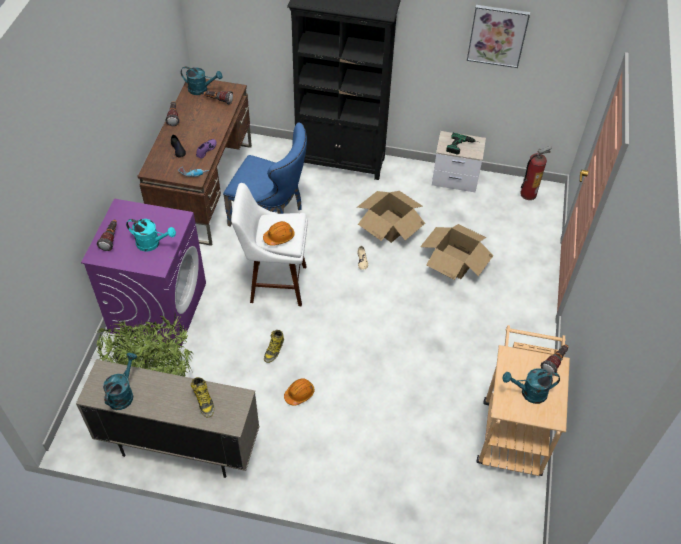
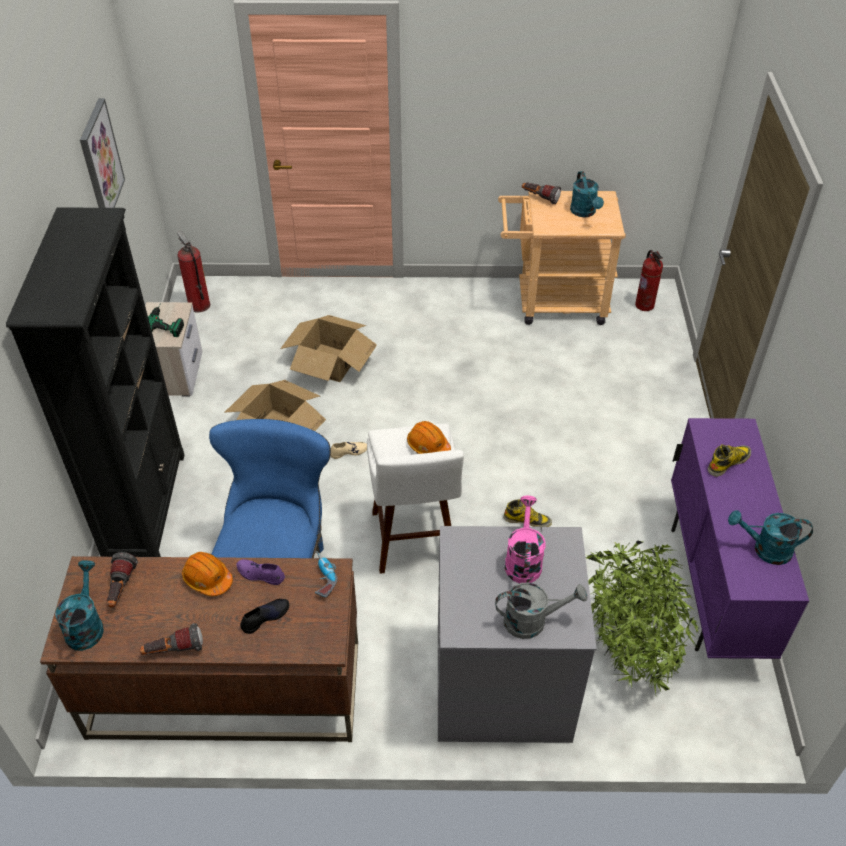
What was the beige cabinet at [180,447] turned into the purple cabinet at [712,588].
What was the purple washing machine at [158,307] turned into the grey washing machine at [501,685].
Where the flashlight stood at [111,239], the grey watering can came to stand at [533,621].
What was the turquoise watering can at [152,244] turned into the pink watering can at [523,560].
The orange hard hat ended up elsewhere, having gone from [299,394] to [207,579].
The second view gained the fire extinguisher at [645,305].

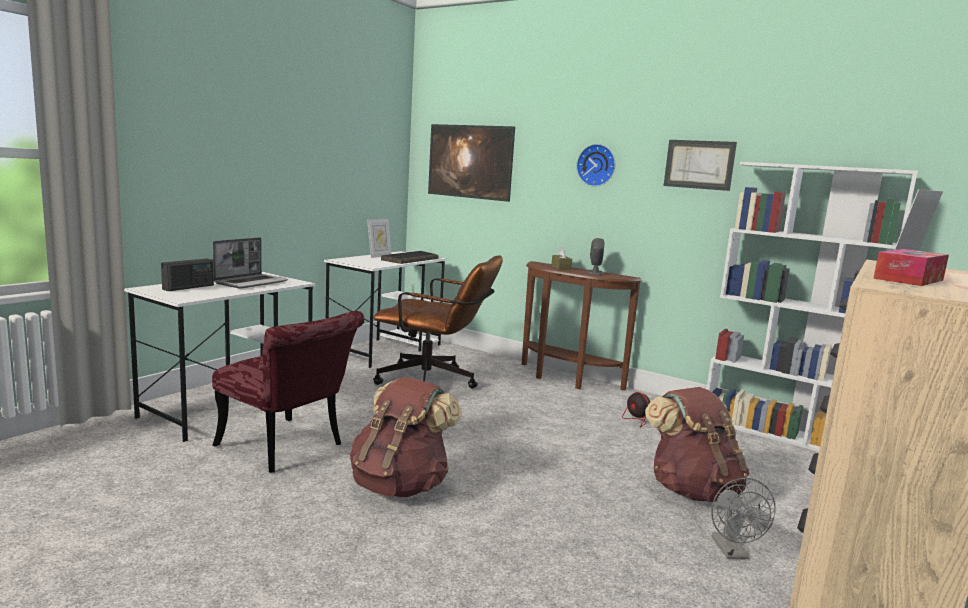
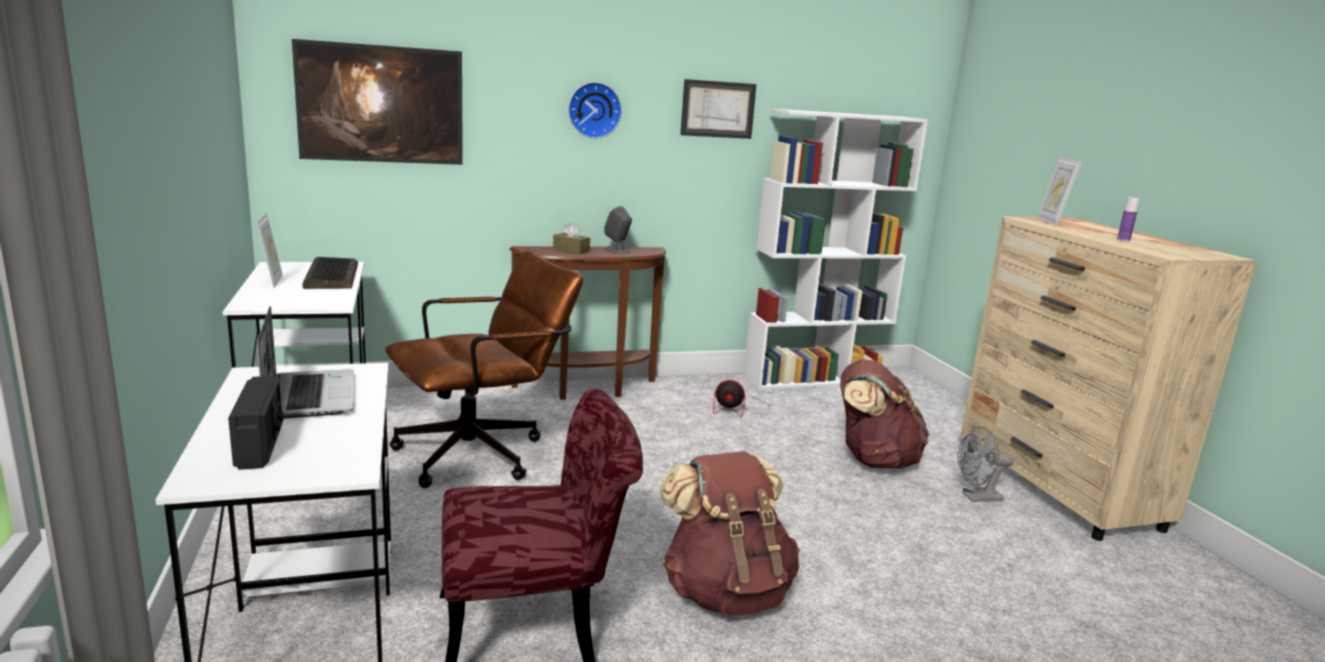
The grey fan at [732,552] ended up facing another way, 135 degrees clockwise from before.
Where the tissue box stood at [908,279], the bottle came to stand at [1123,240].

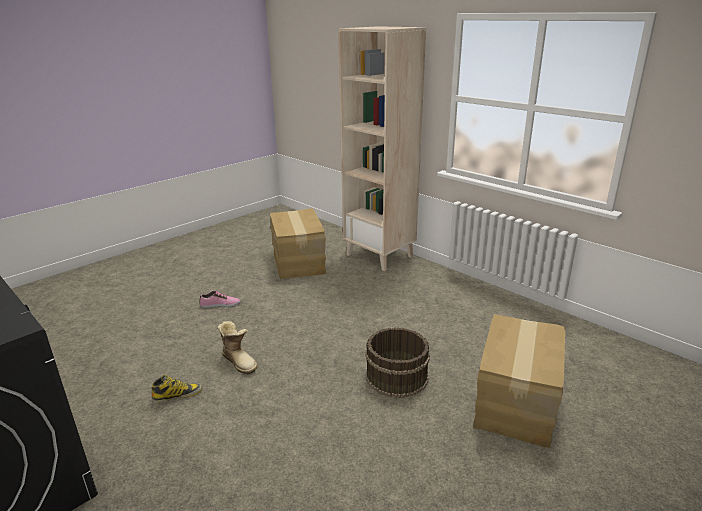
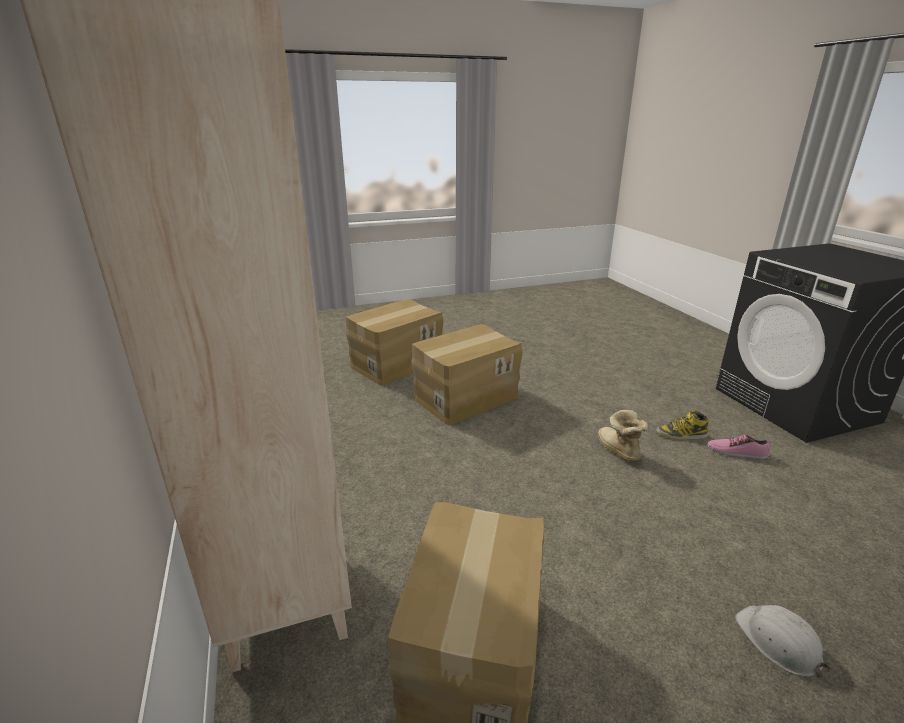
The shoe ended up elsewhere, having gone from [220,305] to [737,452].
Where the brown bucket stood at [396,377], the cardboard box came to stand at [465,398].
The second view gained the white hard hat at [778,642].

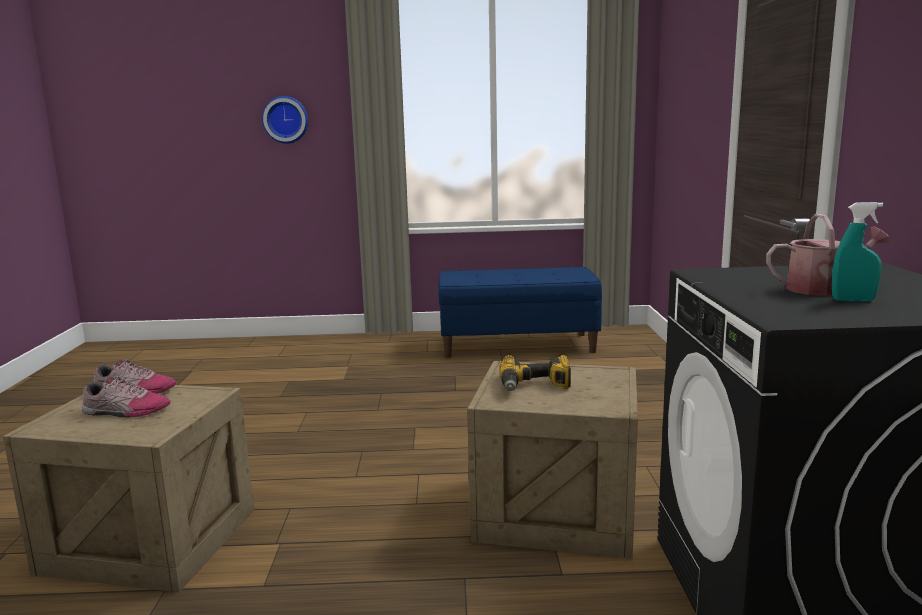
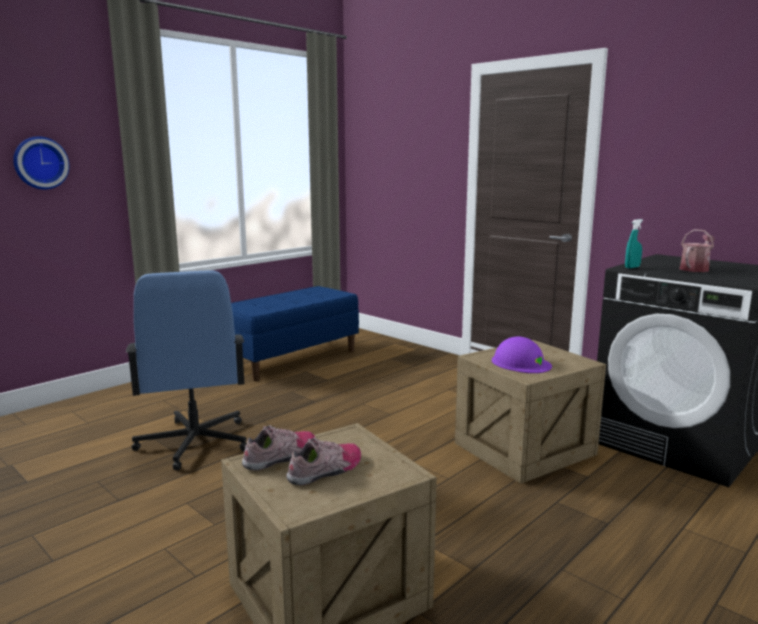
Where the power drill stood at [534,386], the purple hard hat came to stand at [520,363].
The turquoise spray bottle ended up elsewhere, having gone from [853,300] to [632,267].
The second view gained the blue office chair at [194,443].

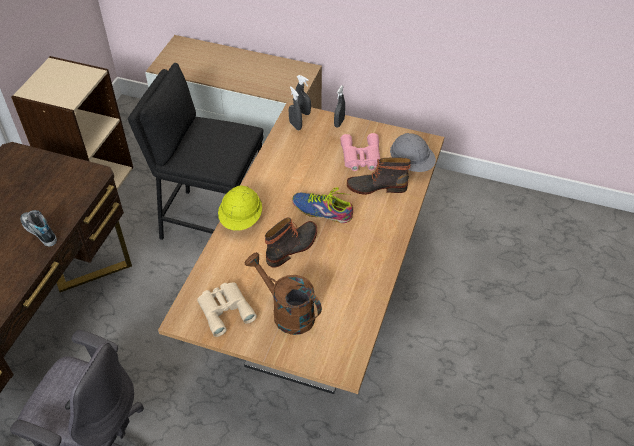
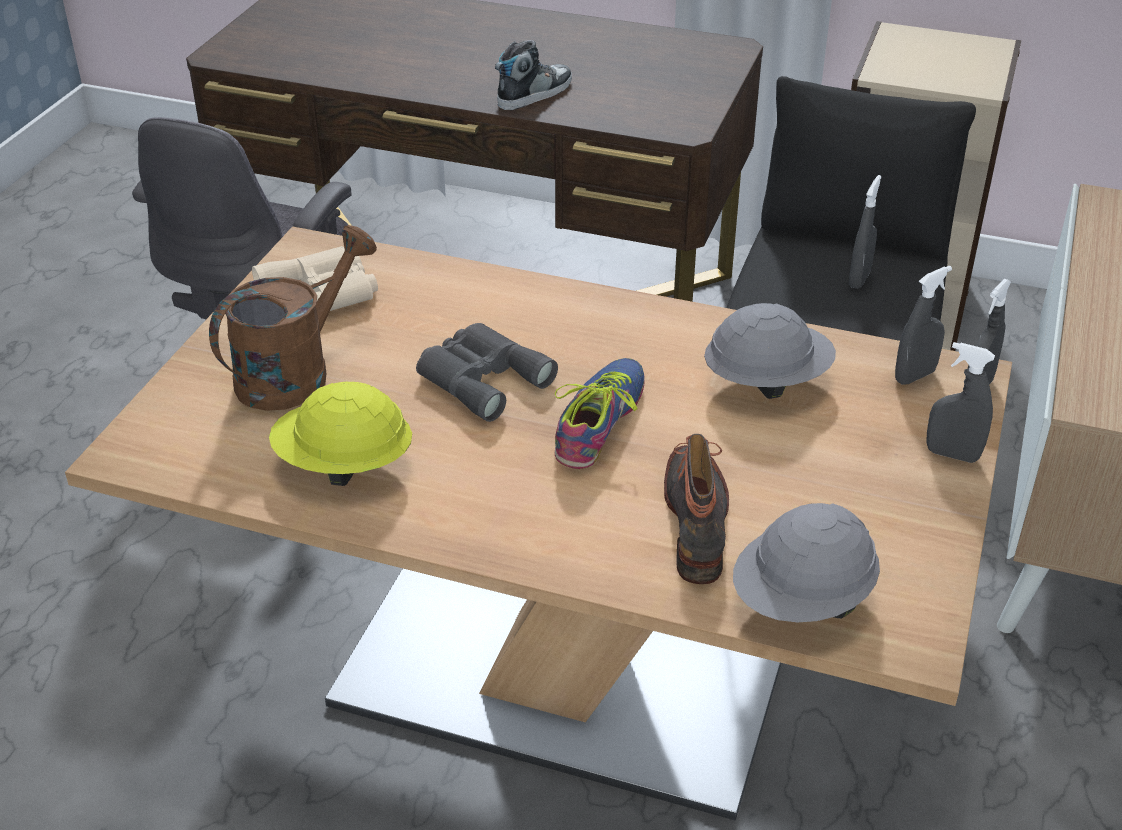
The yellow hard hat ended up elsewhere, having gone from [241,219] to [344,465].
Where the boot stood at [293,247], the grey binoculars came to stand at [480,377].
The second view lost the pink binoculars at [360,157].
The second view gained the grey hard hat at [766,381].
The second view gained the grey spray bottle at [859,279].

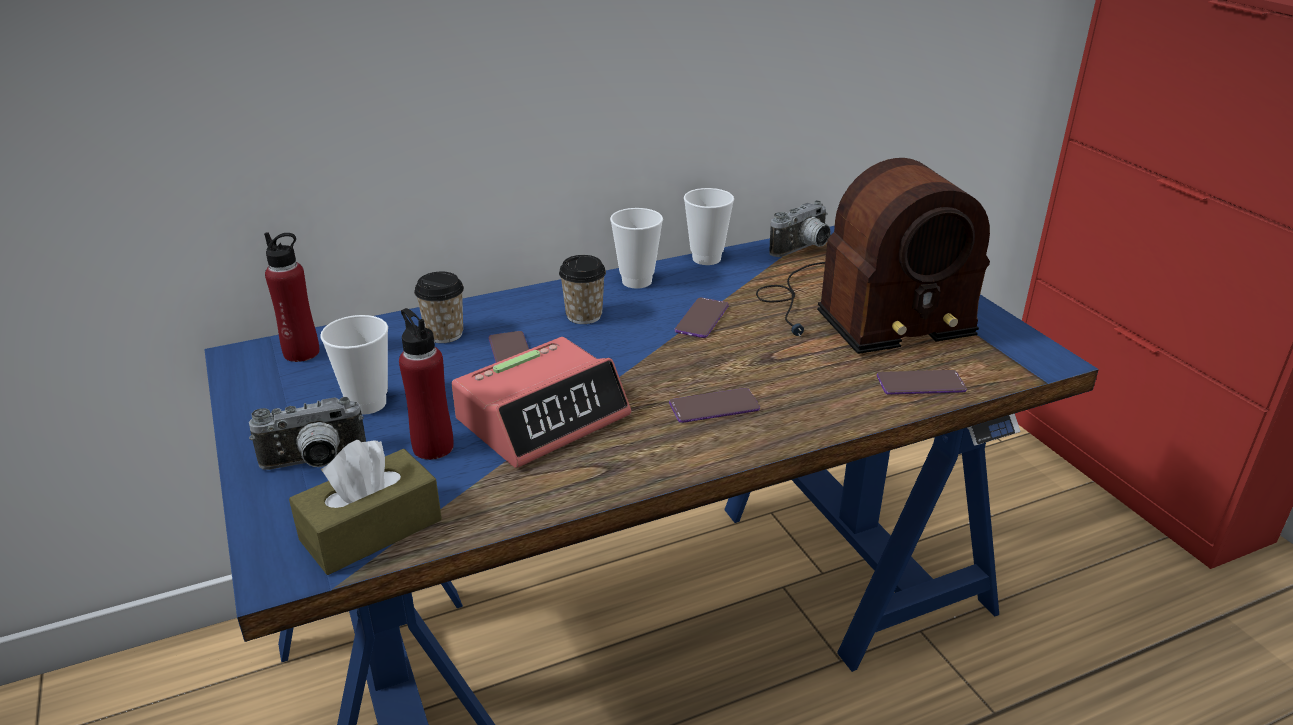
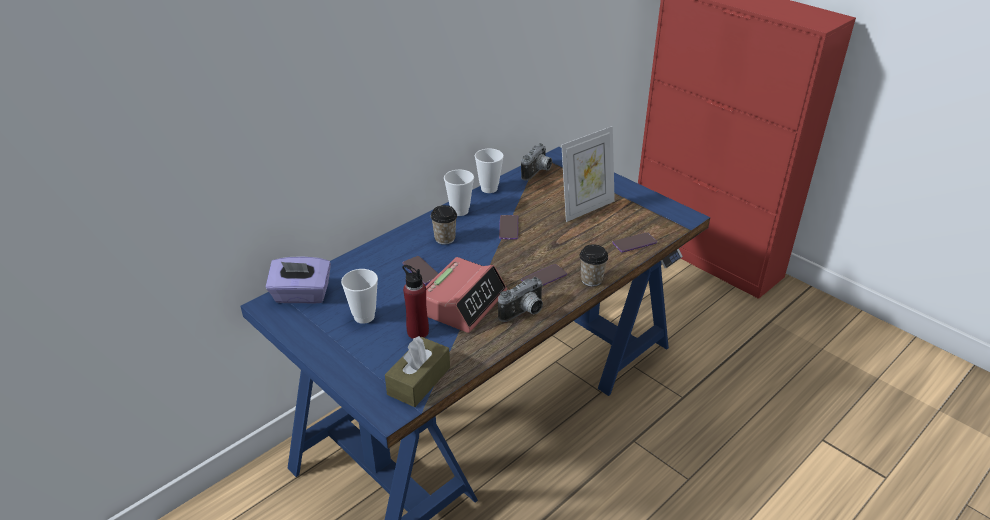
The photo camera ended up elsewhere, having gone from [314,463] to [524,313].
Where the red bottle stood at [301,353], the purple tissue box came to stand at [301,295].
The cup ended up elsewhere, having gone from [444,334] to [591,280].
Where the radio stood at [858,314], the picture frame came to stand at [586,208].

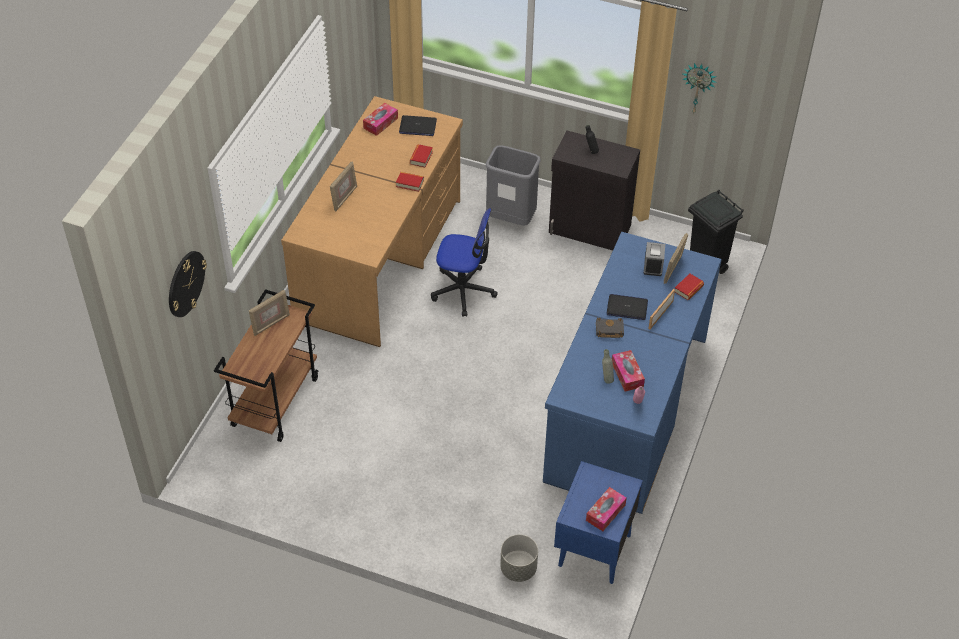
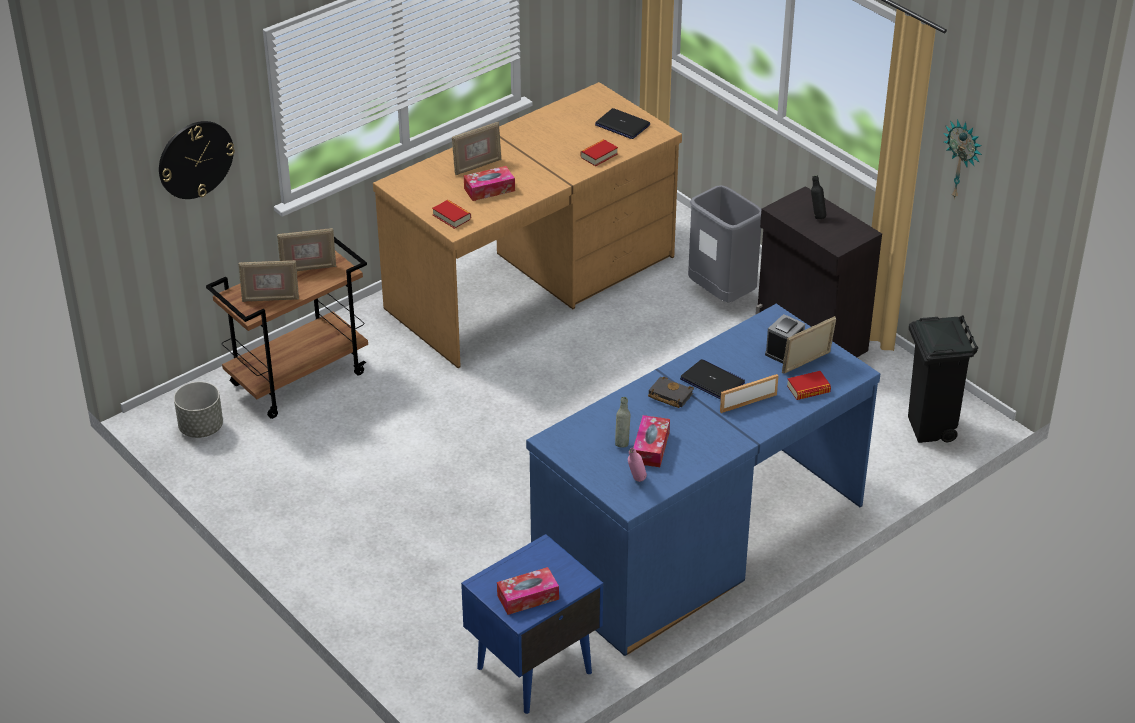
The tissue box ended up elsewhere, having gone from [380,123] to [489,189].
The book ended up elsewhere, having gone from [410,183] to [451,217].
The second view lost the office chair at [463,290].
The grey planter ended up elsewhere, having gone from [518,568] to [201,428].
The second view gained the picture frame at [270,299].

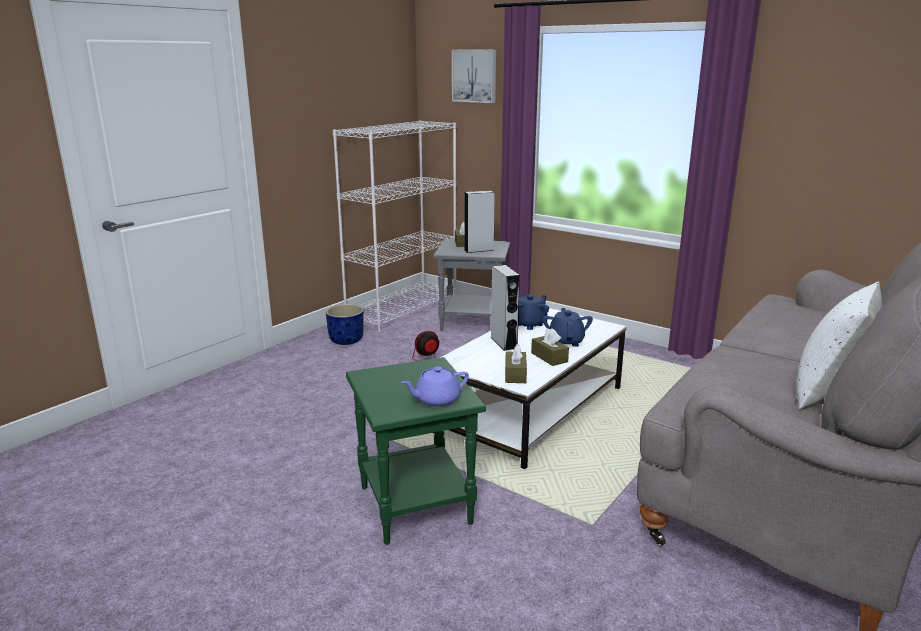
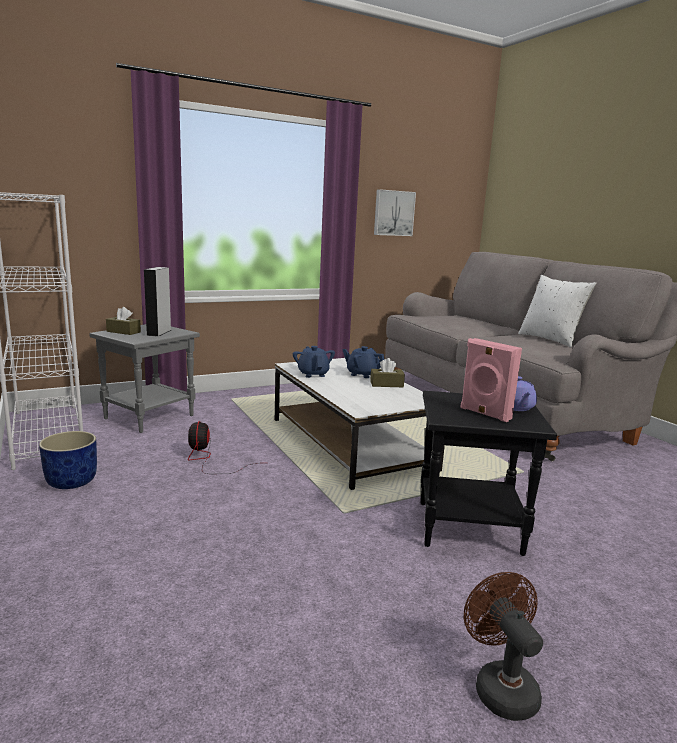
What was the green side table at [417,505] turned into the black side table at [470,526].
The picture ended up elsewhere, having gone from [475,76] to [393,213].
The second view lost the grey speaker at [503,343].
The second view lost the brown tissue box at [515,374].
The second view gained the pink speaker at [484,414].
The second view gained the brown fan at [500,686].

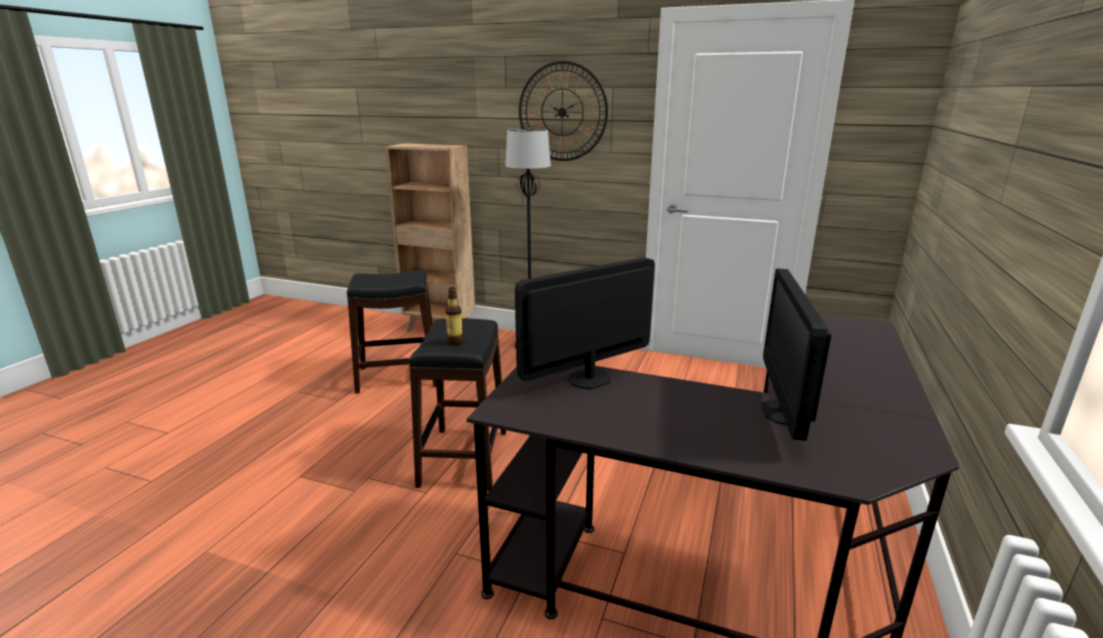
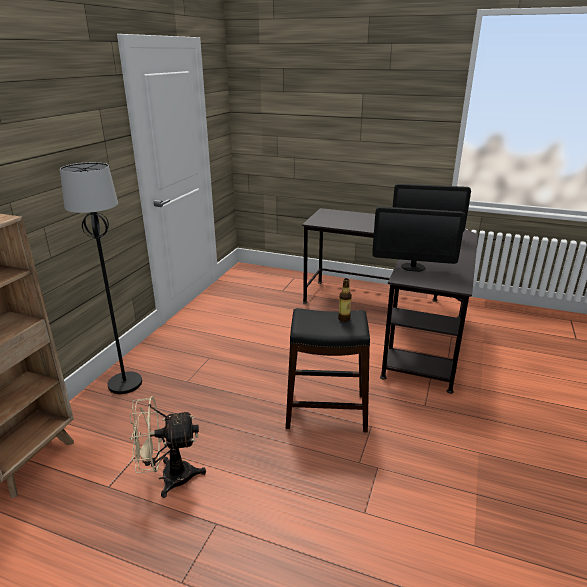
Where the black stool stood at [398,377], the beige fan came to stand at [168,477].
The monitor at [589,379] ended up facing another way, 45 degrees counterclockwise from before.
The second view lost the wall clock at [562,112].

